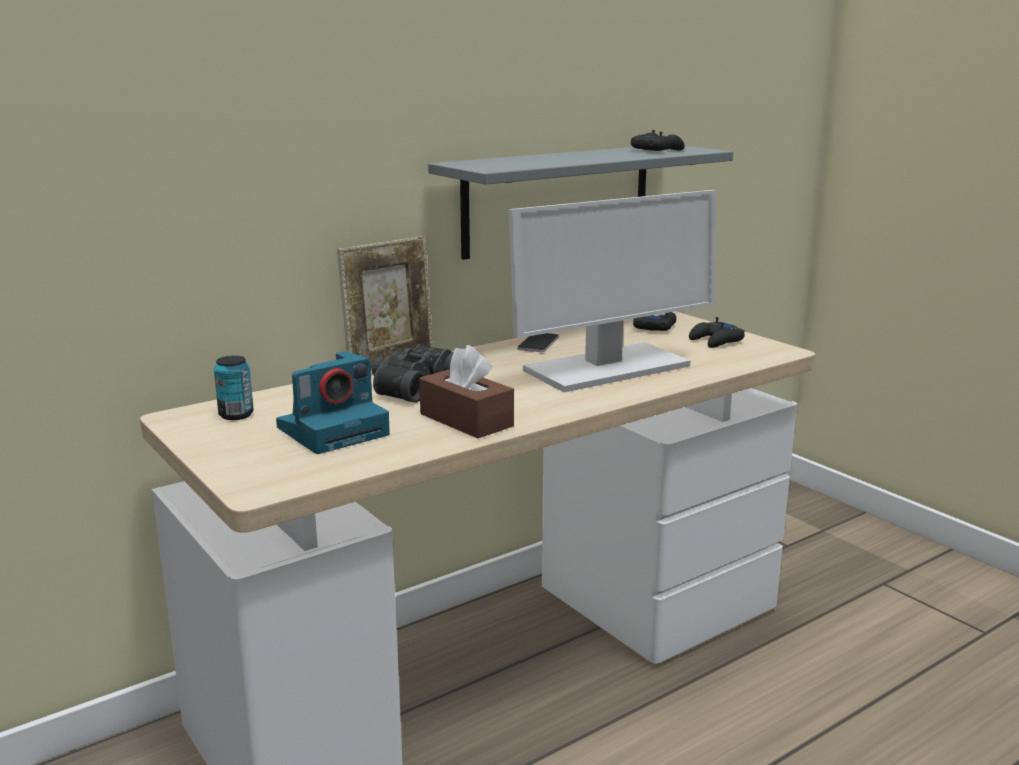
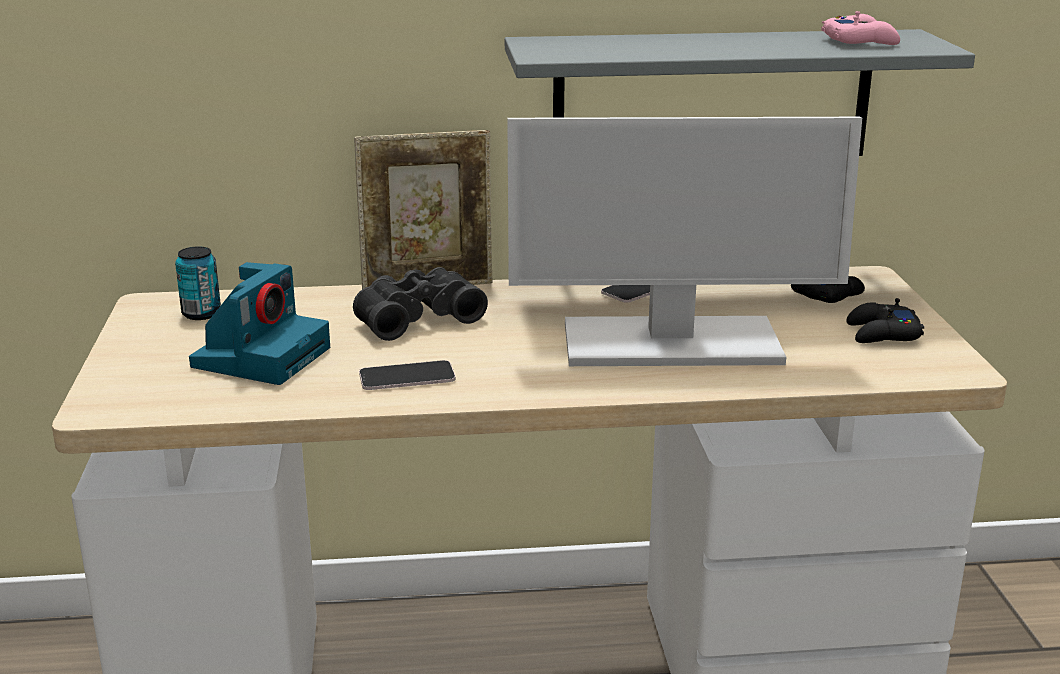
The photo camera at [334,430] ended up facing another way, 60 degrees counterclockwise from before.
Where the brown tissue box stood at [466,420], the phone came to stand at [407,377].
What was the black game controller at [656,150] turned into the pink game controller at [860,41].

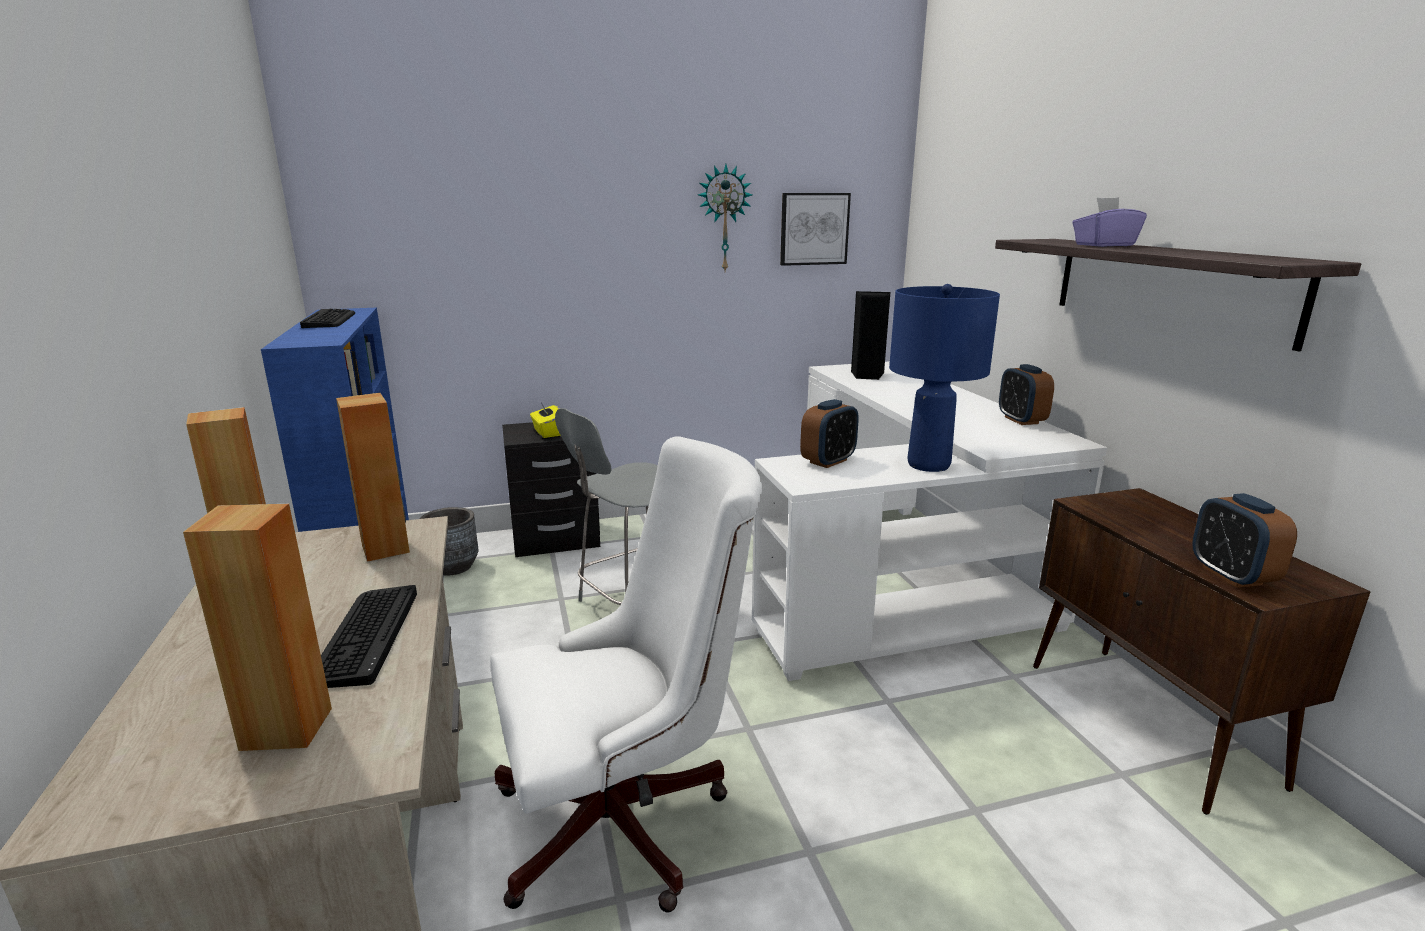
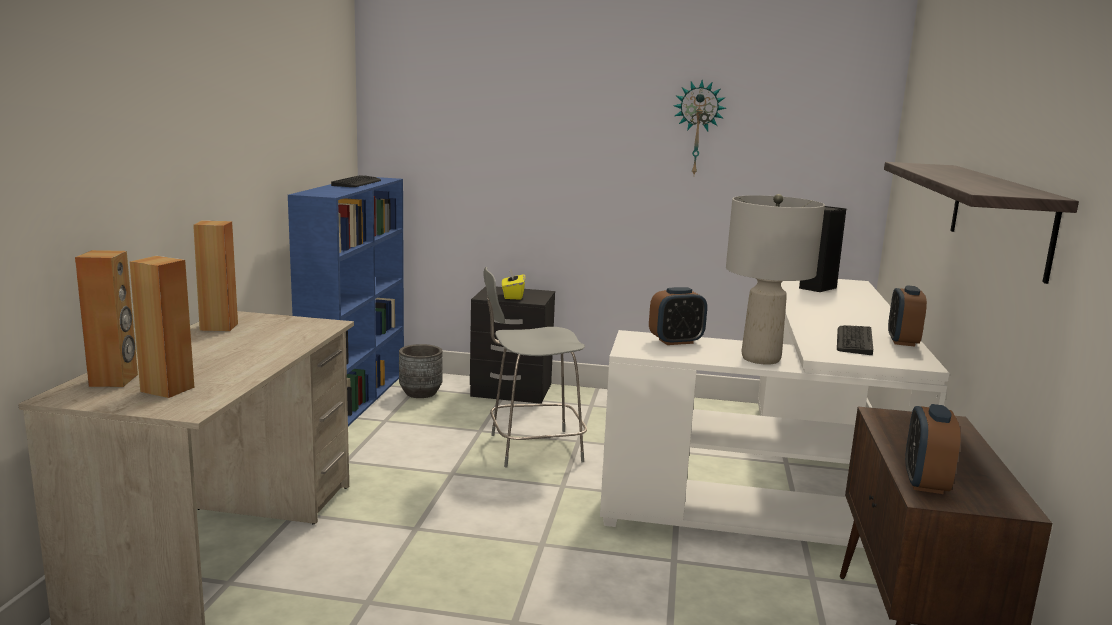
The keyboard ended up elsewhere, having gone from [366,636] to [854,340].
The brown speaker ended up elsewhere, having gone from [386,548] to [114,380].
The second view lost the white office chair at [627,821].
The second view lost the picture at [814,229].
What was the blue table lamp at [928,465] turned into the grey table lamp at [760,358].
The second view lost the purple tissue box at [1104,245].

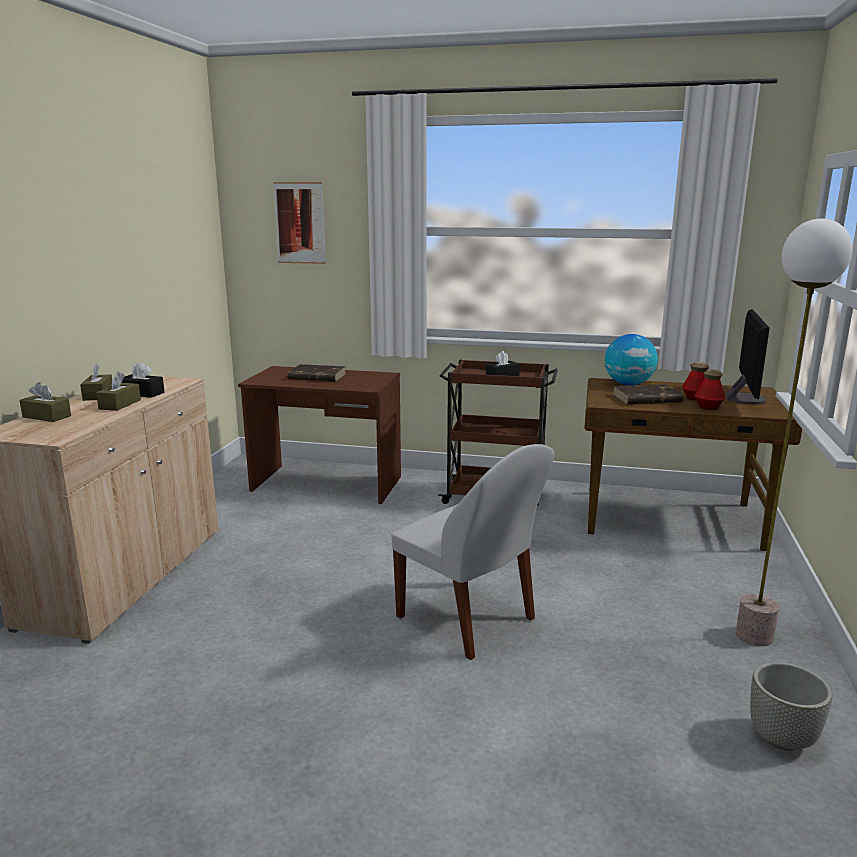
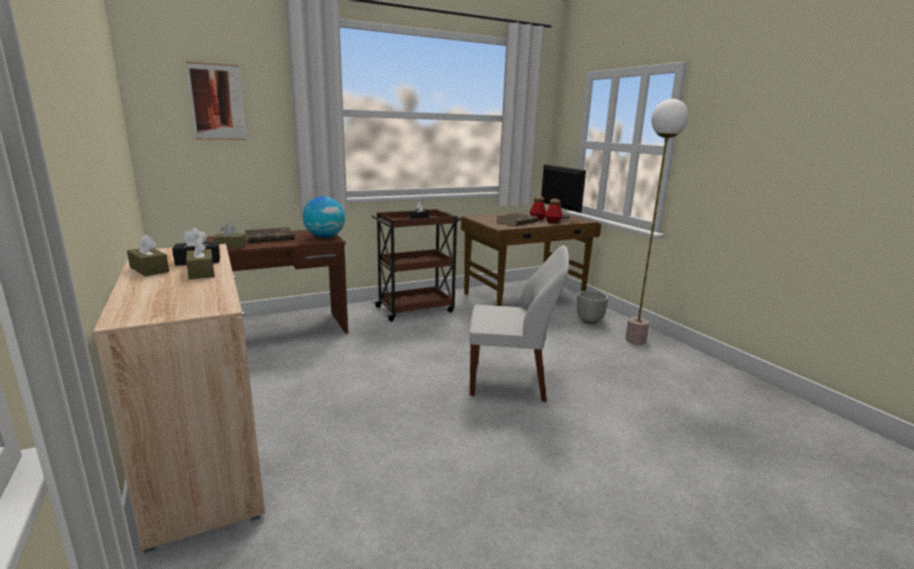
The brown tissue box ended up elsewhere, having gone from [47,416] to [230,246].
The globe ended up elsewhere, having gone from [628,384] to [325,237].
The grey planter ended up elsewhere, having gone from [782,738] to [590,321].

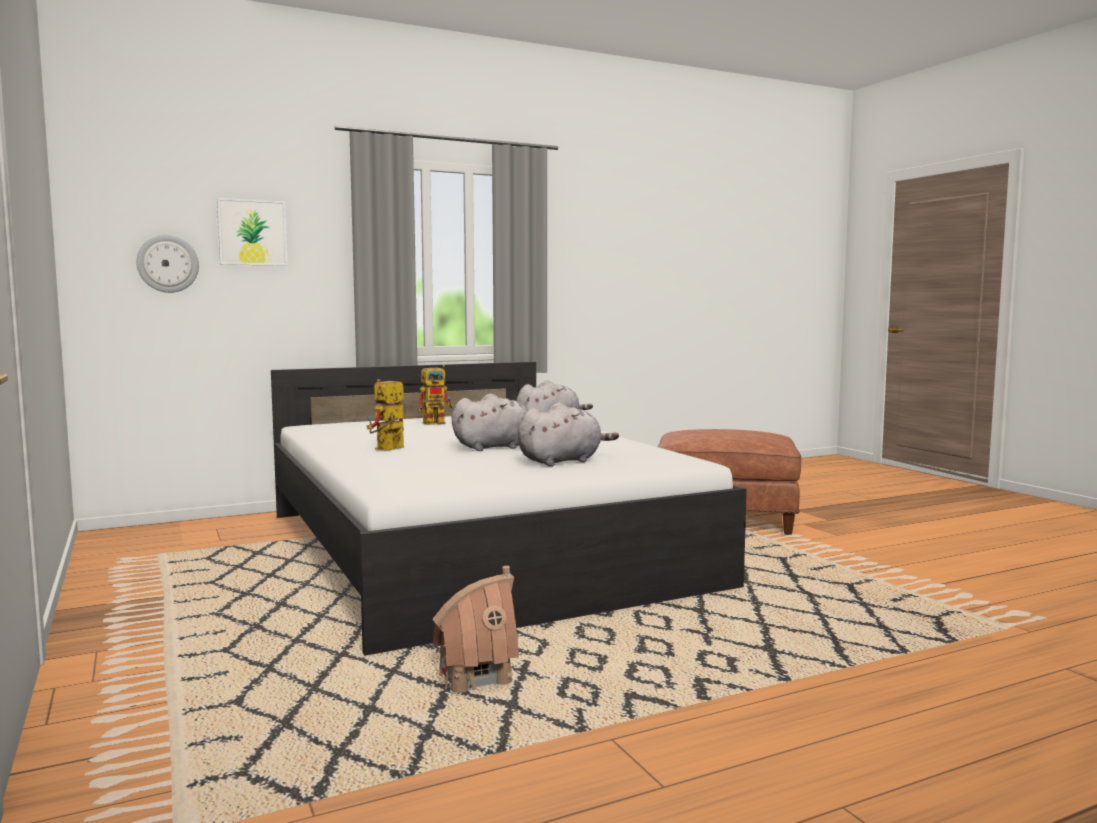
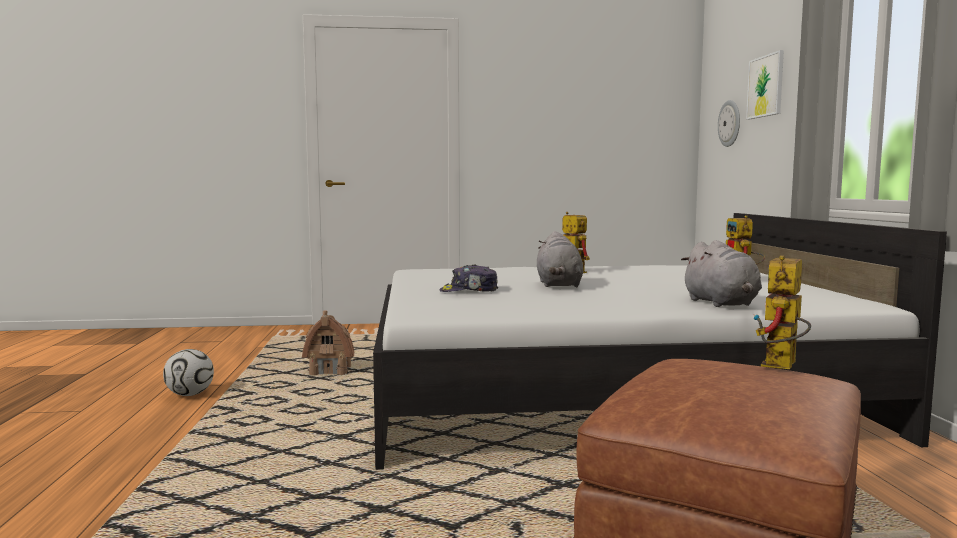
Where the grey plush toy stood at [563,461], the cap came to stand at [469,291].
The second view gained the football at [190,394].
The second view gained the toy robot at [781,367].

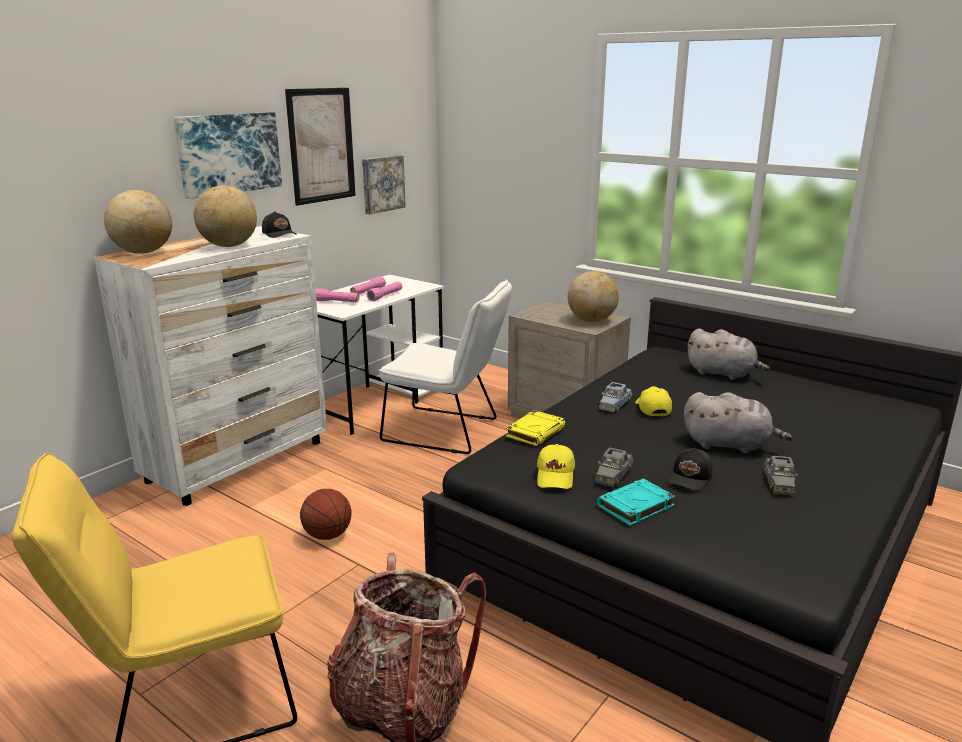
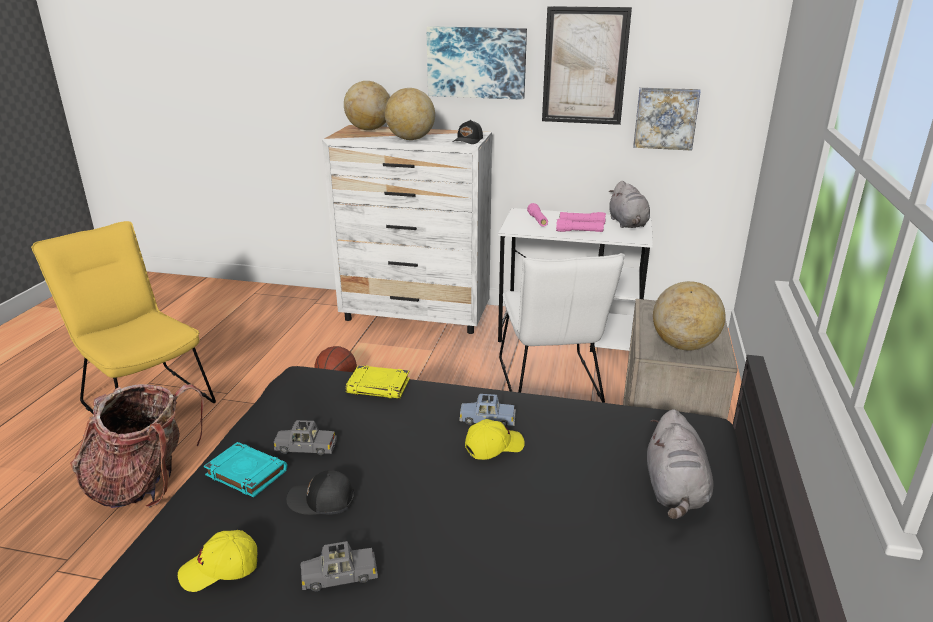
The yellow cap ended up elsewhere, having gone from [556,476] to [220,570].
The grey plush toy ended up elsewhere, having gone from [729,445] to [628,224].

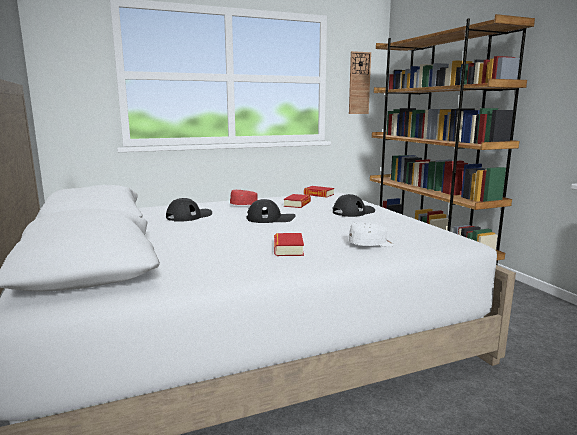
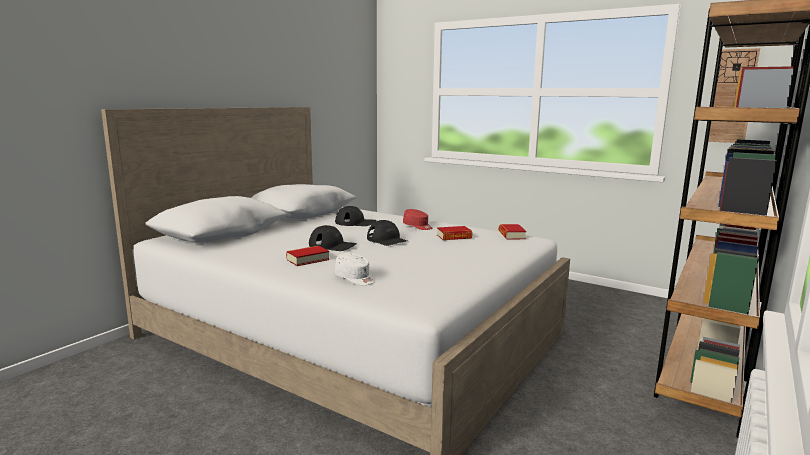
The black cap ended up elsewhere, having gone from [353,212] to [332,245].

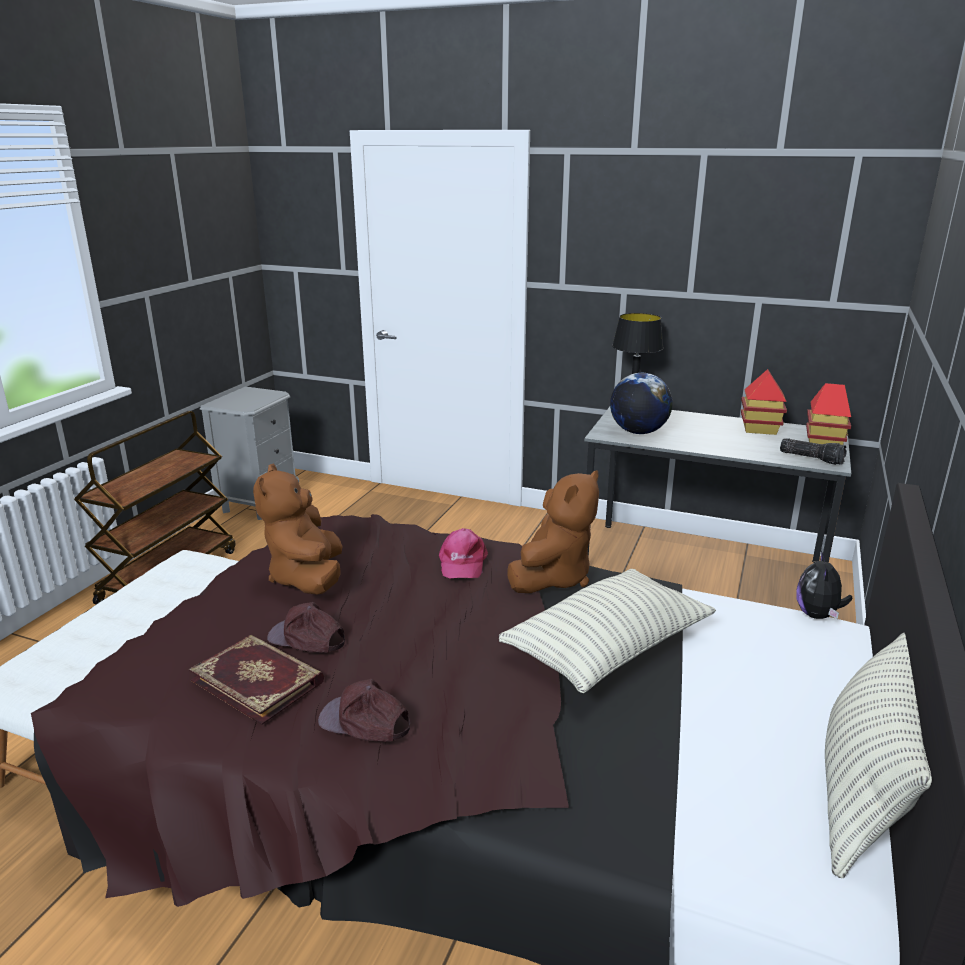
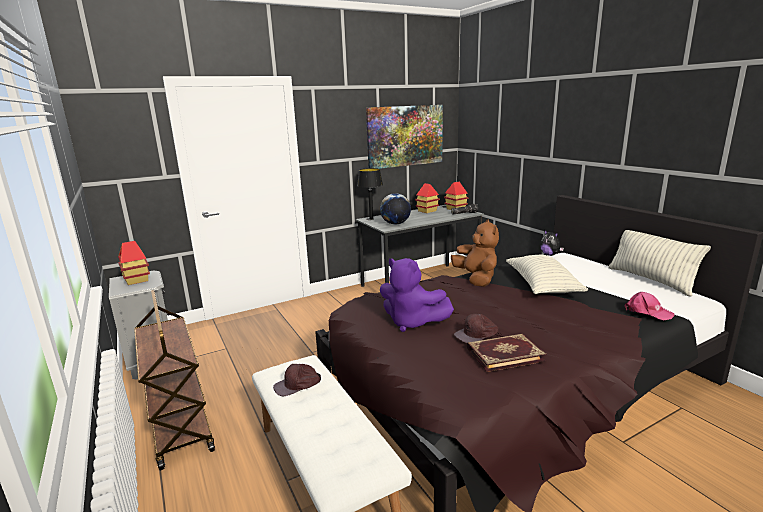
What was the brown plush toy at [307,578] turned into the purple plush toy at [412,322].
The brown cap ended up elsewhere, having gone from [365,722] to [297,385].
The pink cap ended up elsewhere, having gone from [462,562] to [647,312].
The second view gained the toy house at [137,280].
The second view gained the picture at [405,136].

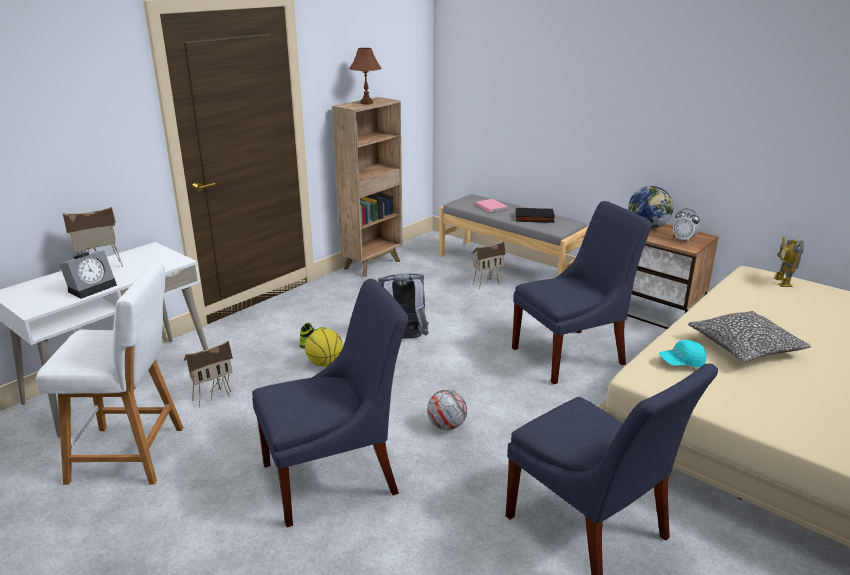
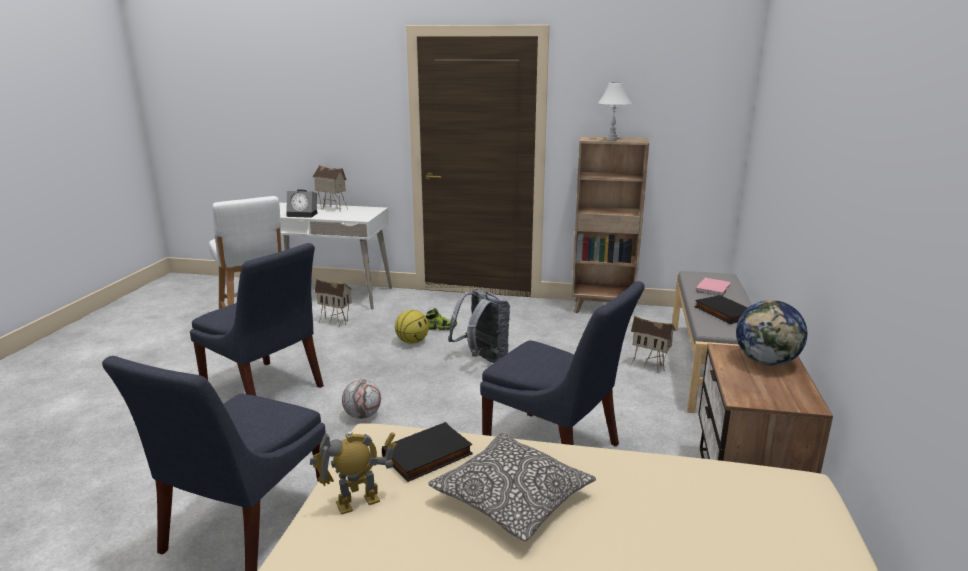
What was the brown table lamp at [366,103] turned into the white table lamp at [612,139].
Where the turquoise cap stood at [681,363], the black book came to stand at [428,456].
The second view lost the alarm clock at [683,239].
The toy robot ended up elsewhere, having gone from [782,282] to [358,503].

